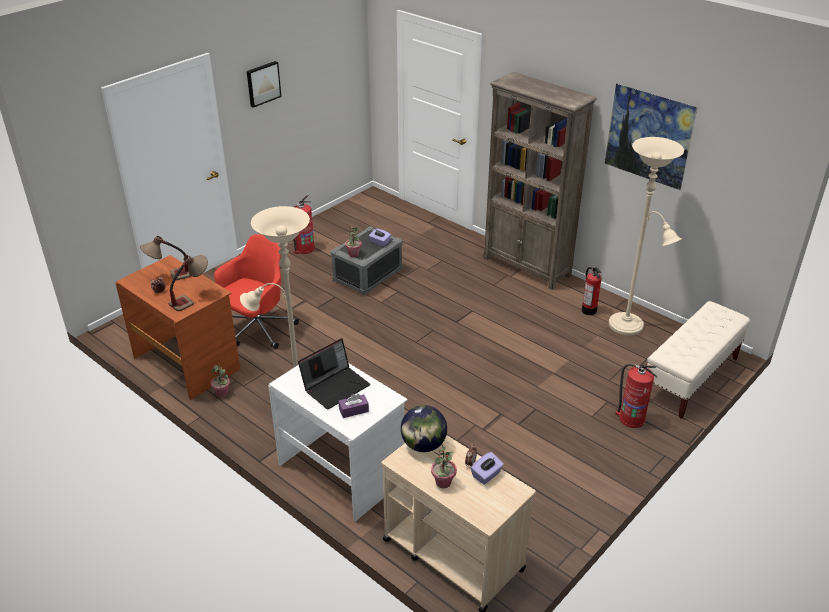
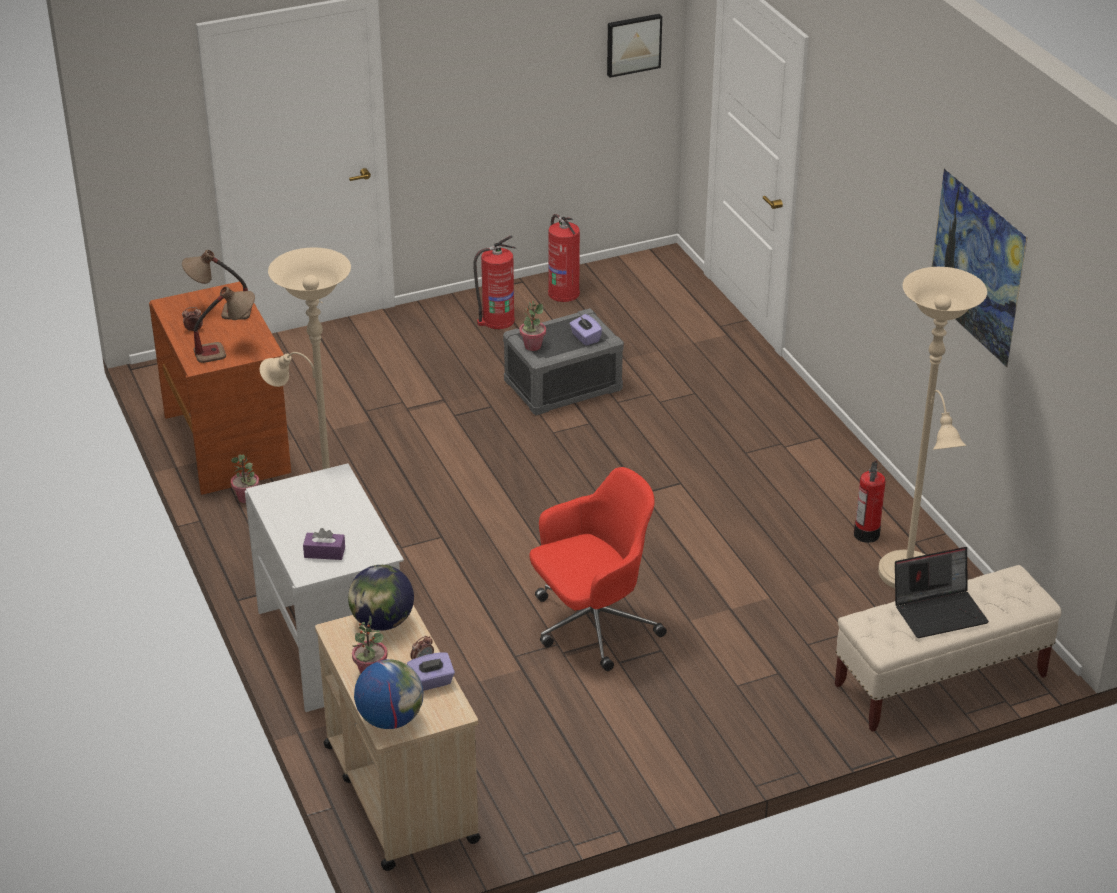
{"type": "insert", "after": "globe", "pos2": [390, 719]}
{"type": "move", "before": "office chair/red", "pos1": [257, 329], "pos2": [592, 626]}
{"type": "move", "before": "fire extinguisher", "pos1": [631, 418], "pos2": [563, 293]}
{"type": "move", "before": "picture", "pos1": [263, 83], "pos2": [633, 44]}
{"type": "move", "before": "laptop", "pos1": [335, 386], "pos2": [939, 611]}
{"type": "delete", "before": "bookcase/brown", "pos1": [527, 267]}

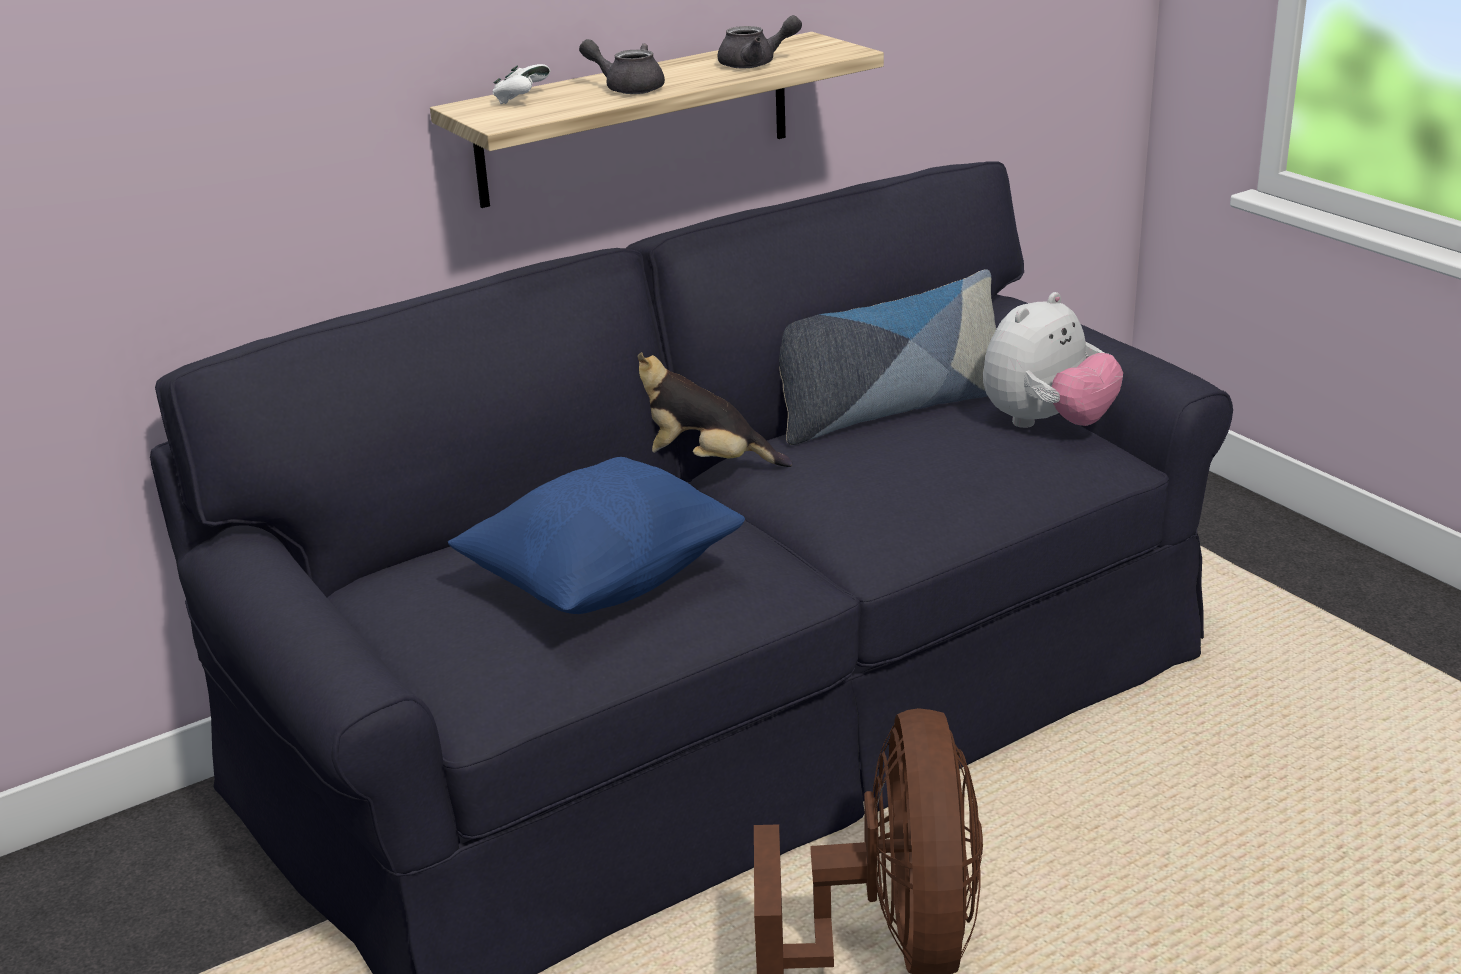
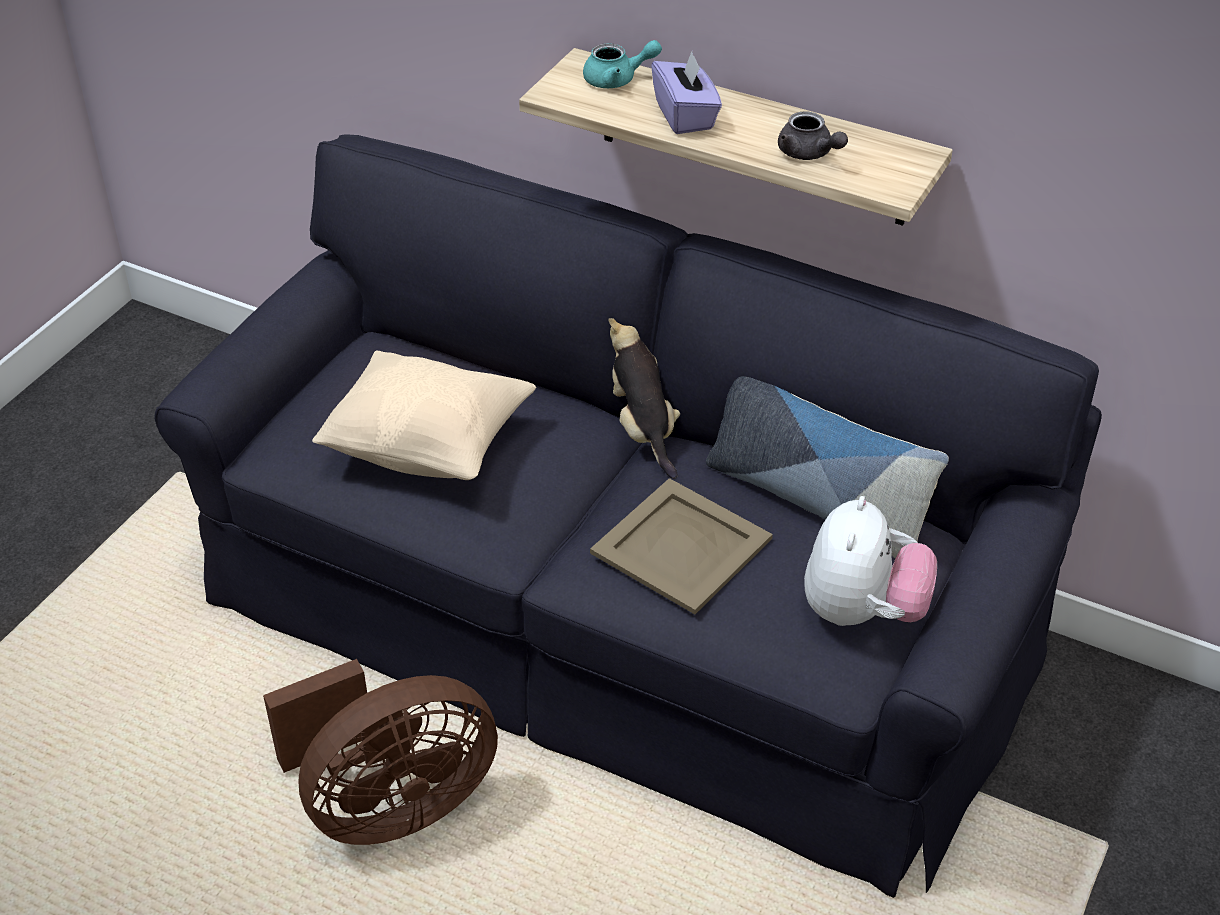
{"type": "recolor", "before": "pillow/blue", "after": "pillow/beige", "pos1": [604, 582], "pos2": [428, 447]}
{"type": "replace", "before": "game controller/white", "after": "teapot/turquoise", "pos1": [521, 99], "pos2": [617, 80]}
{"type": "insert", "after": "tray/beige", "pos2": [681, 544]}
{"type": "replace", "before": "teapot/grey", "after": "tissue box/purple", "pos1": [627, 88], "pos2": [685, 116]}
{"type": "rotate", "before": "plush toy", "pos1": [1047, 424], "pos2": [862, 611], "turn": -90}

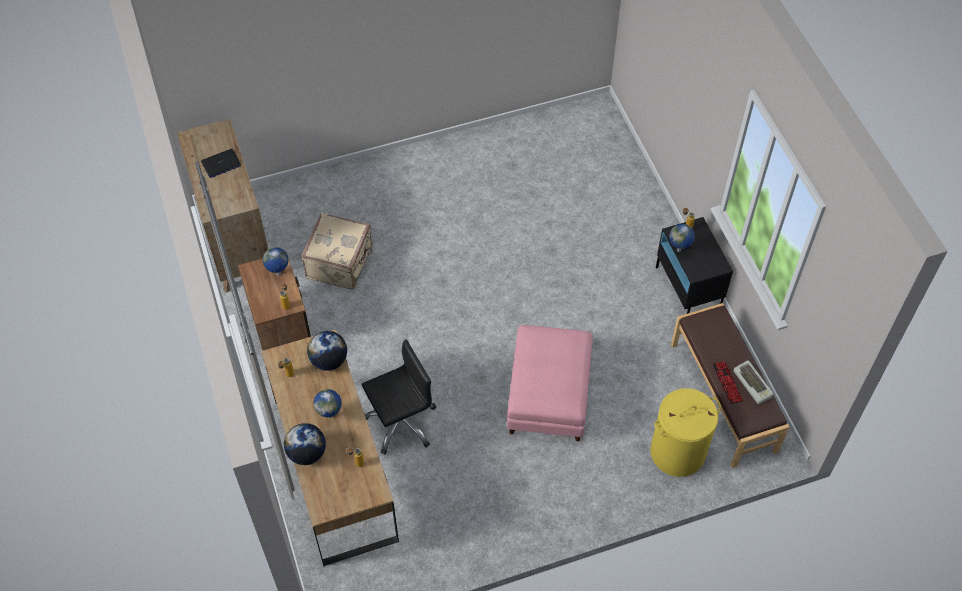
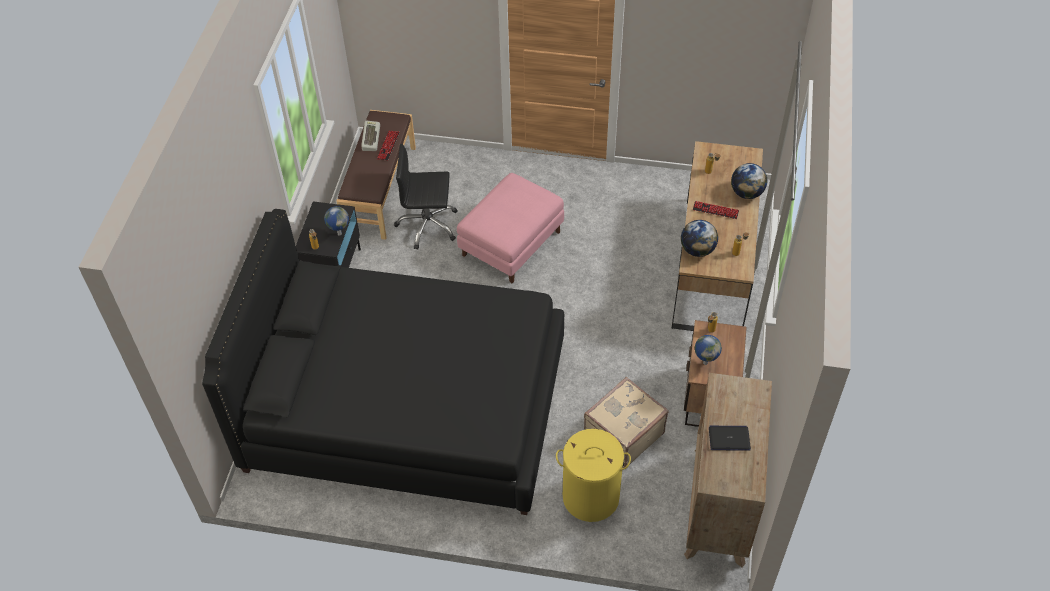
{"type": "insert", "after": "bed/black", "pos2": [407, 406]}
{"type": "move", "before": "office chair/black", "pos1": [401, 422], "pos2": [428, 225]}
{"type": "move", "before": "laundry basket/yellow", "pos1": [677, 452], "pos2": [590, 497]}
{"type": "replace", "before": "globe", "after": "keyboard", "pos1": [330, 415], "pos2": [715, 210]}

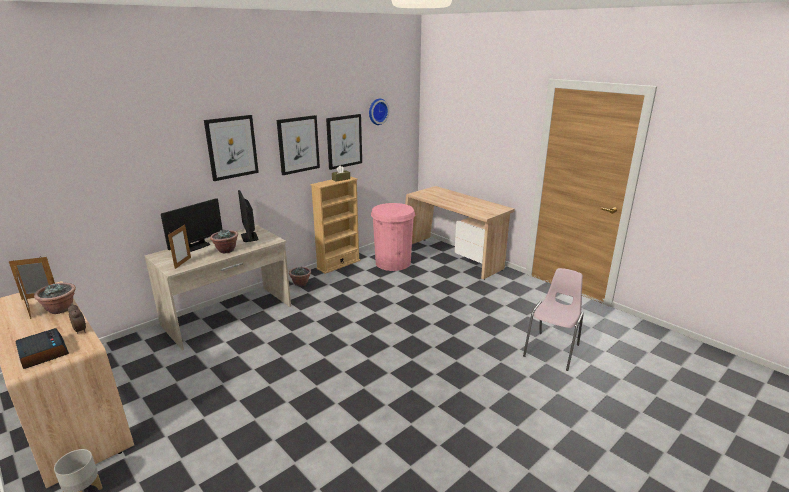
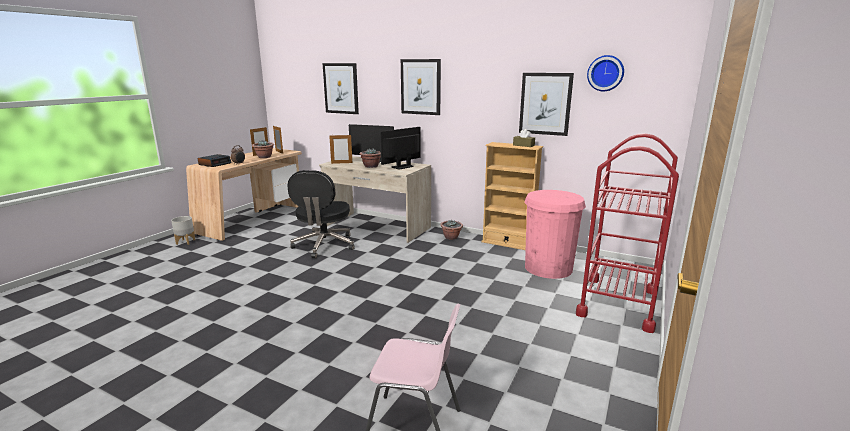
{"type": "insert", "after": "office chair/black", "pos2": [324, 245]}
{"type": "move", "before": "picture", "pos1": [298, 144], "pos2": [341, 88]}
{"type": "replace", "before": "desk/beige", "after": "cart/red", "pos1": [452, 258], "pos2": [618, 303]}

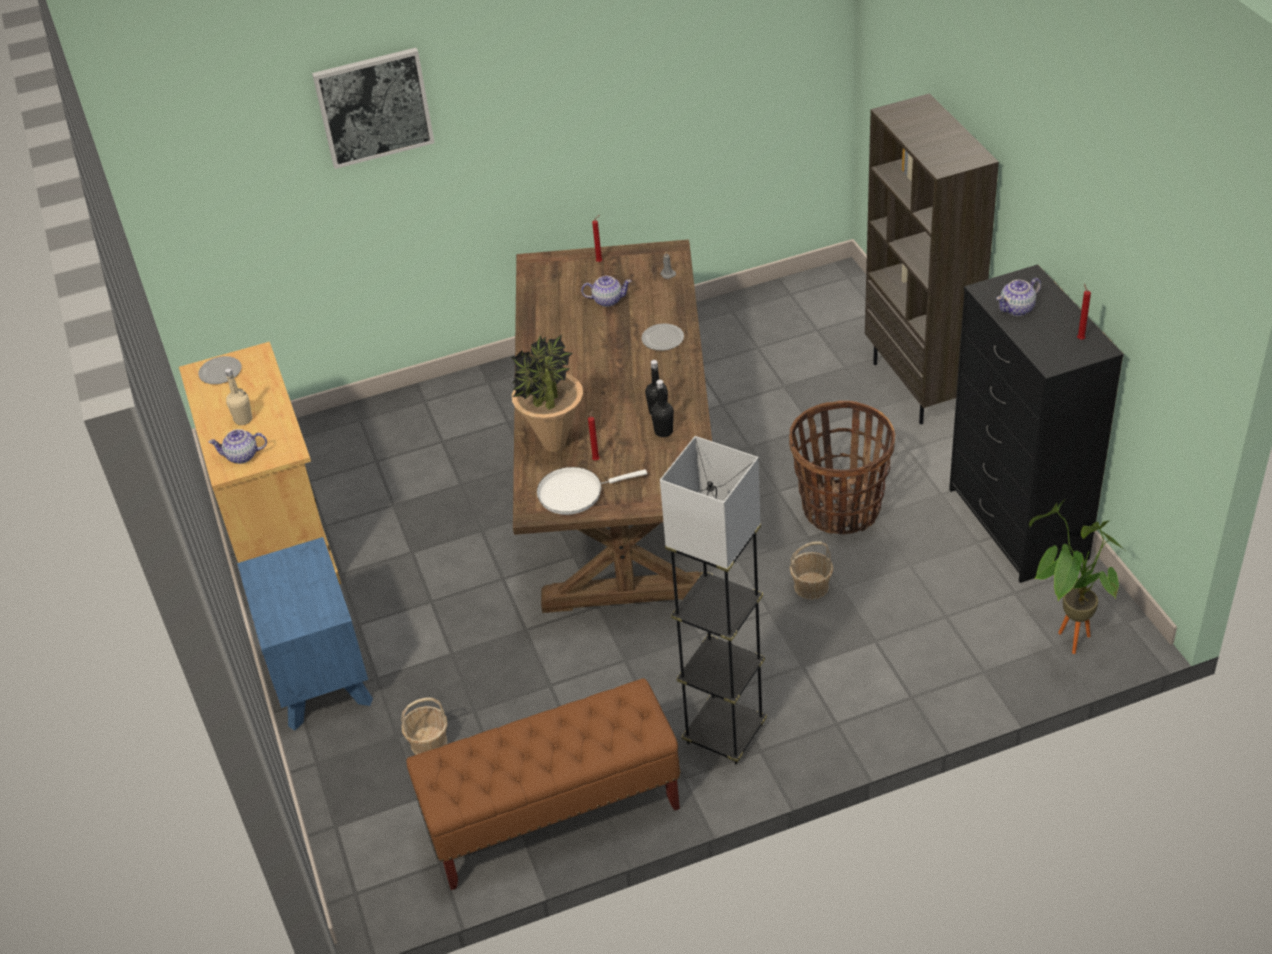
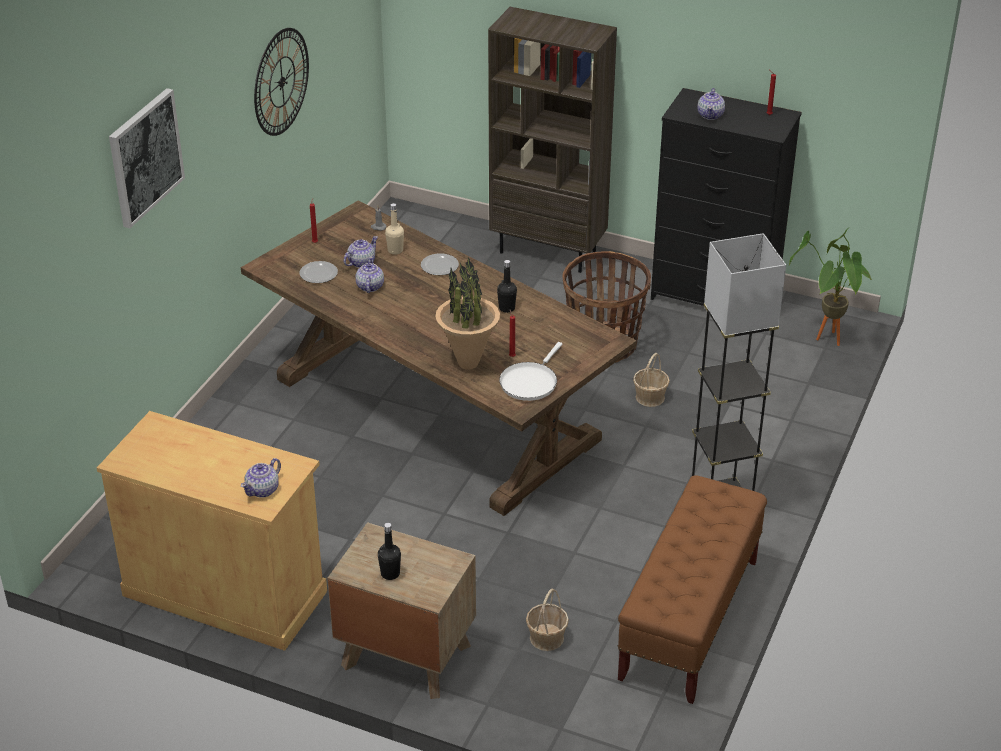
{"type": "insert", "after": "wall clock", "pos2": [281, 82]}
{"type": "move", "before": "plate", "pos1": [220, 371], "pos2": [318, 273]}
{"type": "recolor", "before": "nightstand/blue", "after": "nightstand/brown", "pos1": [319, 677], "pos2": [405, 655]}
{"type": "insert", "after": "teapot", "pos2": [369, 287]}
{"type": "move", "before": "bottle/black", "pos1": [663, 431], "pos2": [390, 573]}
{"type": "move", "before": "bottle/beige", "pos1": [243, 419], "pos2": [395, 250]}

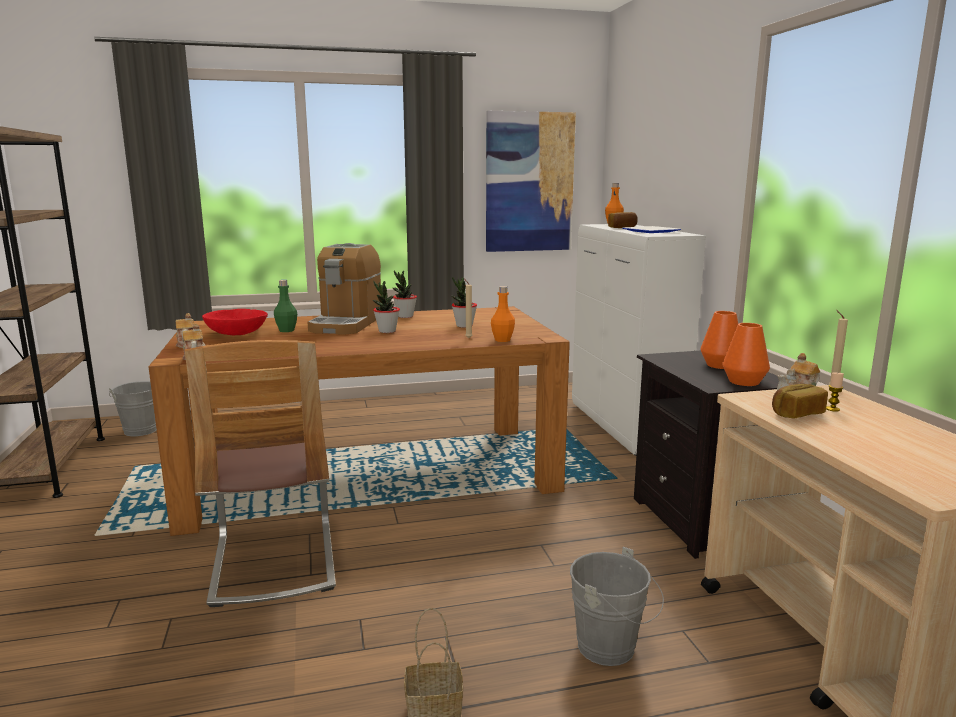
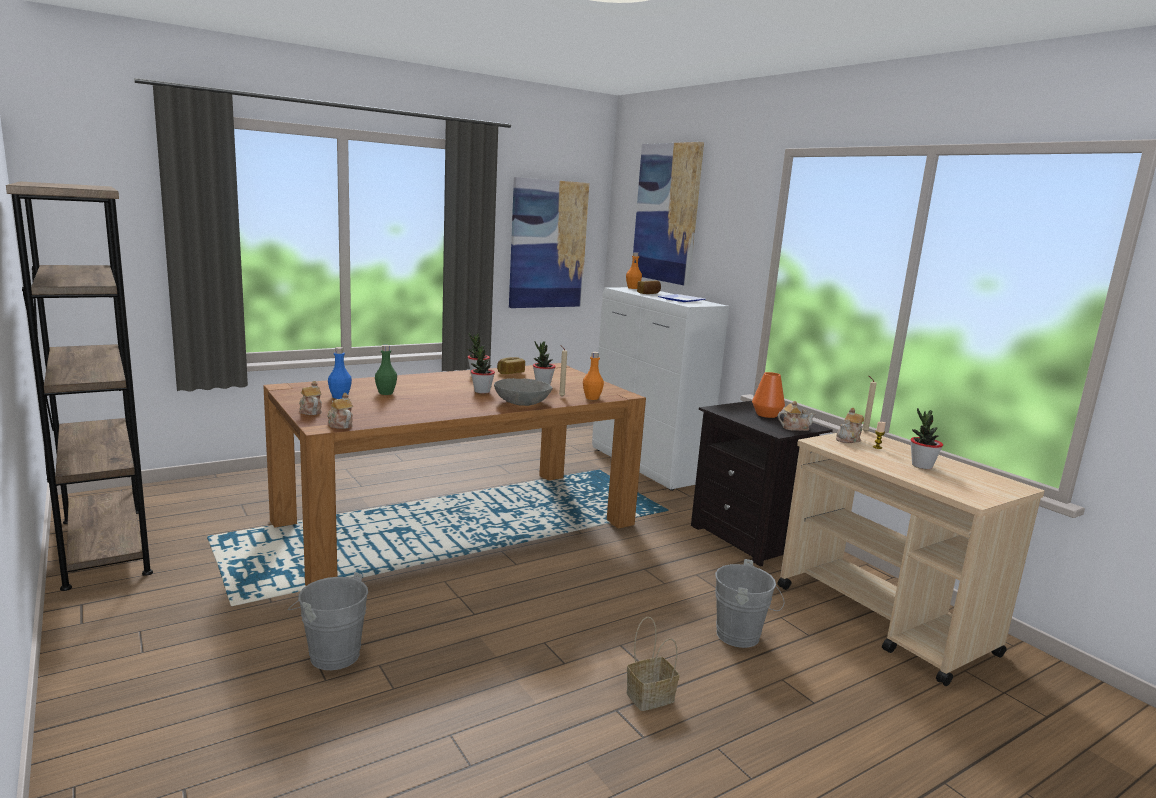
{"type": "move", "before": "bucket/grey", "pos1": [139, 429], "pos2": [330, 654]}
{"type": "replace", "before": "bowl/red", "after": "bottle/blue", "pos1": [236, 333], "pos2": [340, 397]}
{"type": "insert", "after": "bowl/grey", "pos2": [522, 402]}
{"type": "move", "before": "bread", "pos1": [796, 413], "pos2": [510, 373]}
{"type": "insert", "after": "picture", "pos2": [667, 213]}
{"type": "replace", "before": "vase/orange", "after": "teapot", "pos1": [743, 382], "pos2": [794, 428]}
{"type": "insert", "after": "potted plant", "pos2": [921, 466]}
{"type": "delete", "before": "chair", "pos1": [274, 561]}
{"type": "delete", "before": "coffee machine", "pos1": [346, 324]}

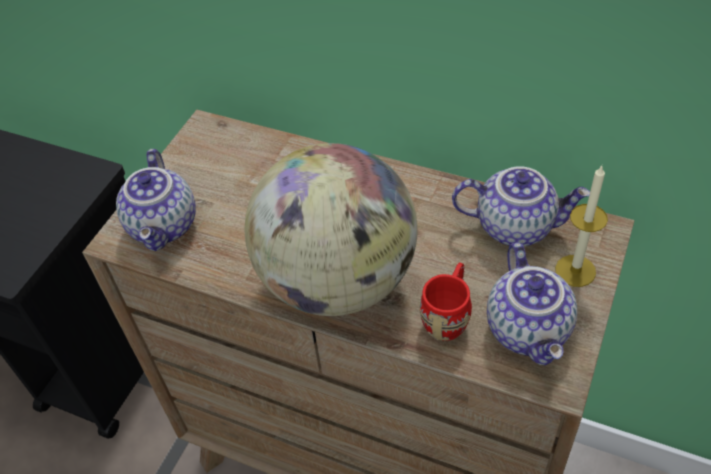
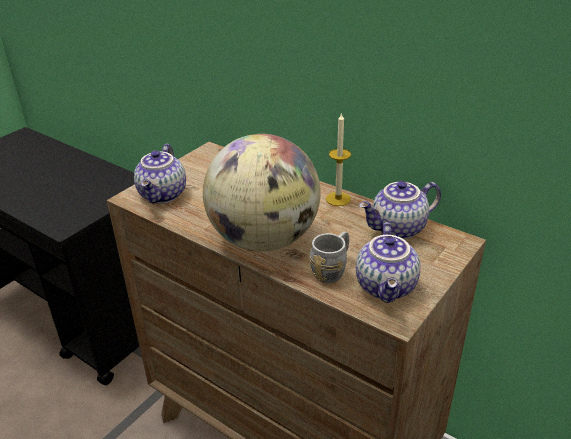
{"type": "recolor", "before": "mug/red", "after": "mug/grey", "pos1": [448, 315], "pos2": [332, 270]}
{"type": "move", "before": "candle", "pos1": [575, 270], "pos2": [338, 199]}
{"type": "rotate", "before": "teapot", "pos1": [515, 225], "pos2": [398, 229], "turn": 135}

